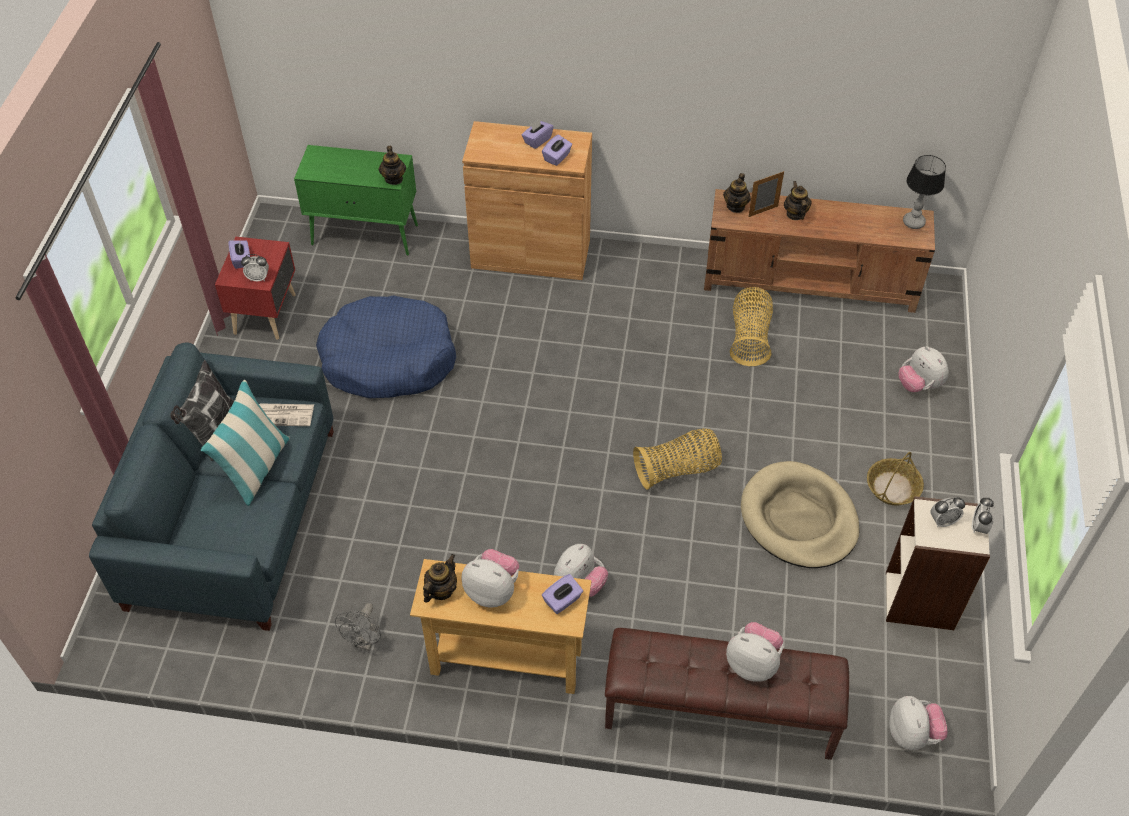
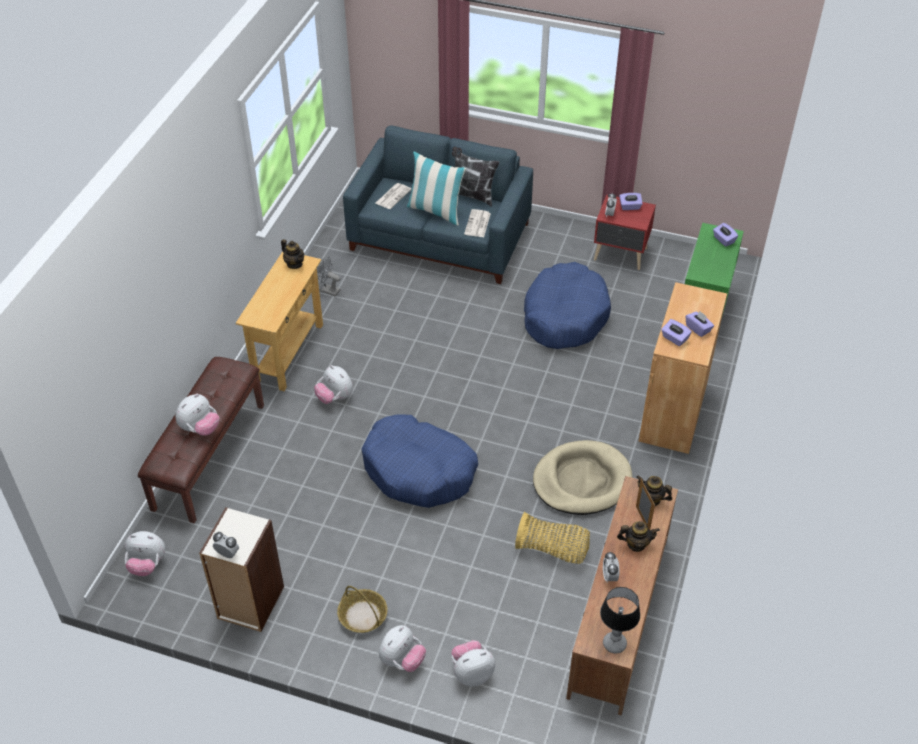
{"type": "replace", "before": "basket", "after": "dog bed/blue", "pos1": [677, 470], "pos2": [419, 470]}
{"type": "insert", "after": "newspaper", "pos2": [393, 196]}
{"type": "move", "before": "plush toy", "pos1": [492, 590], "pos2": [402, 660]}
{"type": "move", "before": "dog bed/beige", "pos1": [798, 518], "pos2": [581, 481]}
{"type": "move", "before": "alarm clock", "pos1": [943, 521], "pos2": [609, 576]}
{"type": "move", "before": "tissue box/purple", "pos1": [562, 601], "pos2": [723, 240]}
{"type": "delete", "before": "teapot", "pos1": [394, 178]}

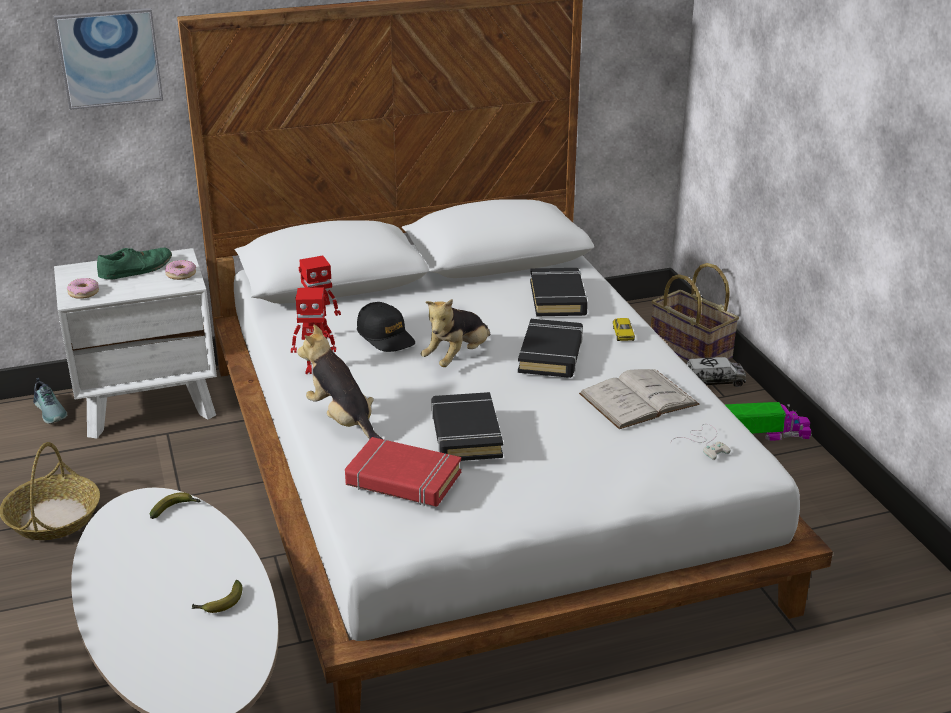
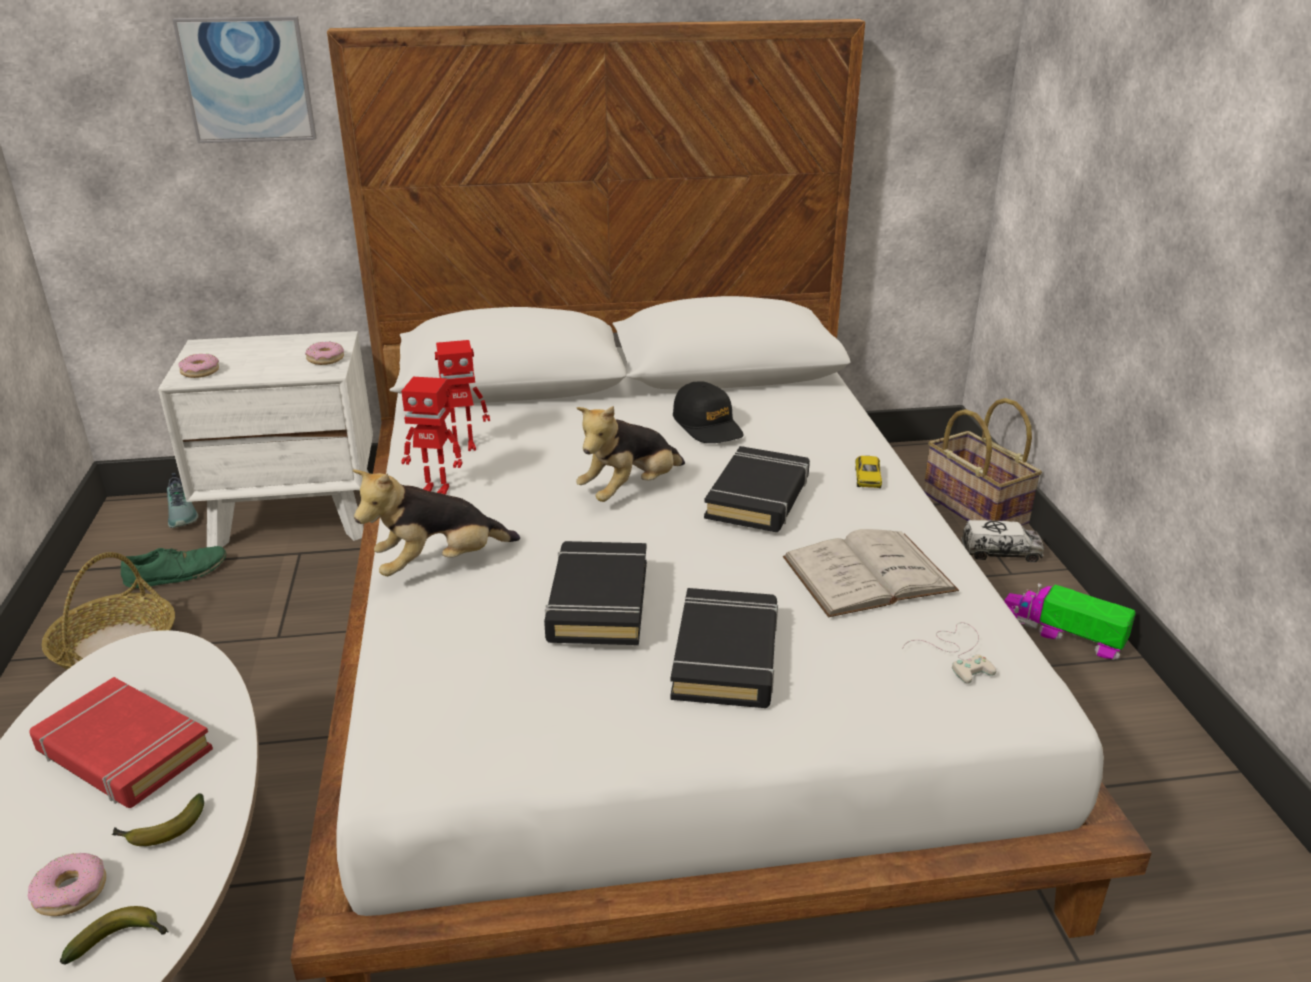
{"type": "insert", "after": "donut", "pos2": [71, 892]}
{"type": "move", "before": "book/red", "pos1": [403, 479], "pos2": [123, 751]}
{"type": "move", "before": "banana", "pos1": [175, 509], "pos2": [122, 941]}
{"type": "move", "before": "shoe/green", "pos1": [136, 269], "pos2": [177, 574]}
{"type": "rotate", "before": "plush toy", "pos1": [343, 421], "pos2": [439, 564], "turn": -90}
{"type": "move", "before": "book/black", "pos1": [558, 298], "pos2": [726, 656]}
{"type": "move", "before": "cap/black", "pos1": [386, 336], "pos2": [708, 425]}
{"type": "rotate", "before": "toy truck", "pos1": [764, 435], "pos2": [1061, 633], "turn": -150}

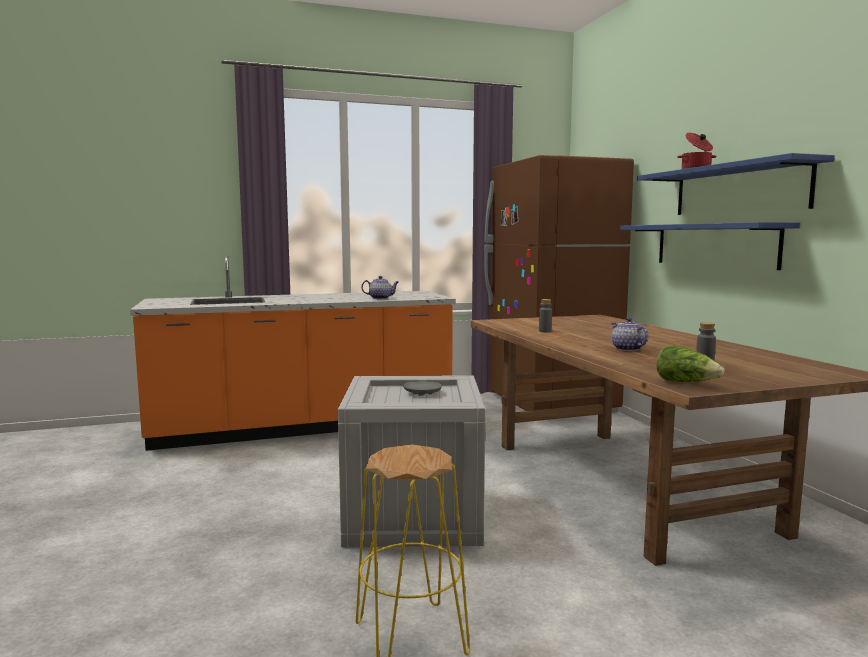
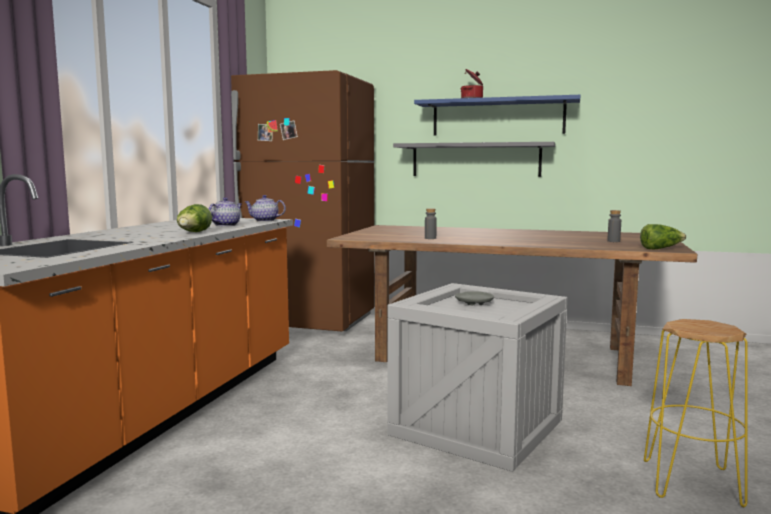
{"type": "insert", "after": "lettuce", "pos2": [194, 233]}
{"type": "move", "before": "teapot", "pos1": [626, 349], "pos2": [264, 221]}
{"type": "recolor", "before": "shelf/blue", "after": "shelf/grey", "pos1": [714, 245], "pos2": [475, 160]}

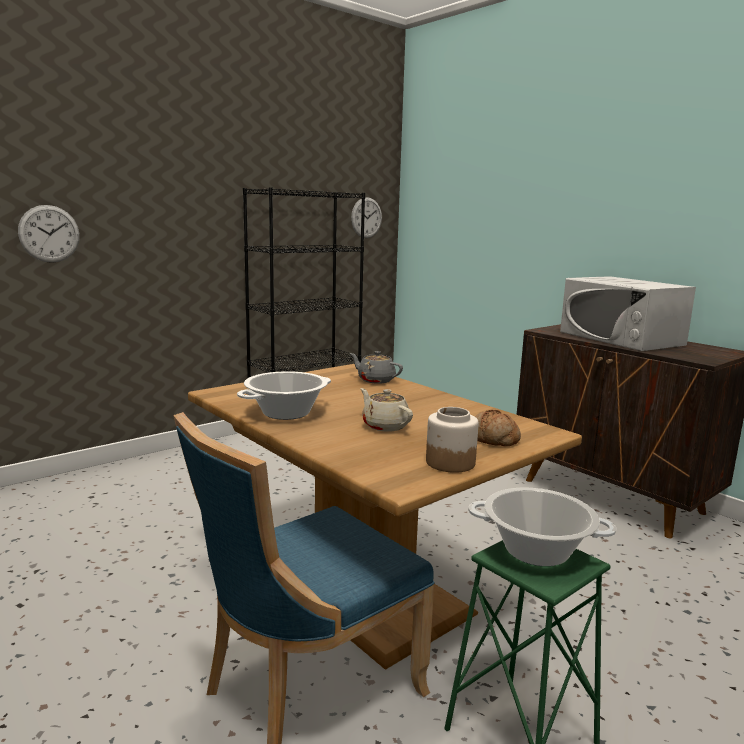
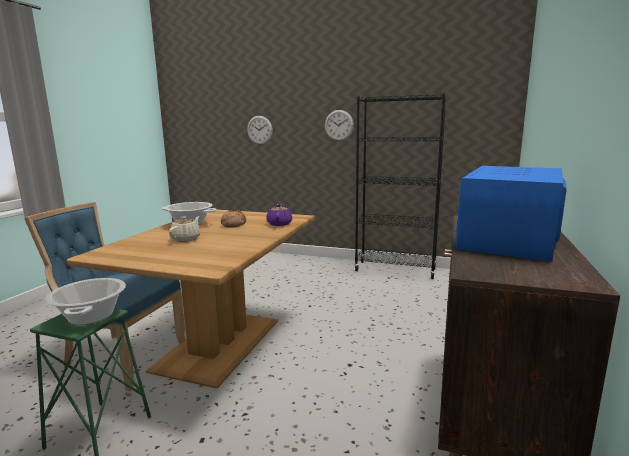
{"type": "move", "before": "bread", "pos1": [492, 439], "pos2": [233, 224]}
{"type": "recolor", "before": "teapot/grey", "after": "teapot/purple", "pos1": [375, 380], "pos2": [279, 224]}
{"type": "move", "before": "wall clock", "pos1": [366, 218], "pos2": [339, 125]}
{"type": "recolor", "before": "microwave/white", "after": "microwave/blue", "pos1": [620, 338], "pos2": [508, 239]}
{"type": "delete", "before": "jar", "pos1": [450, 462]}

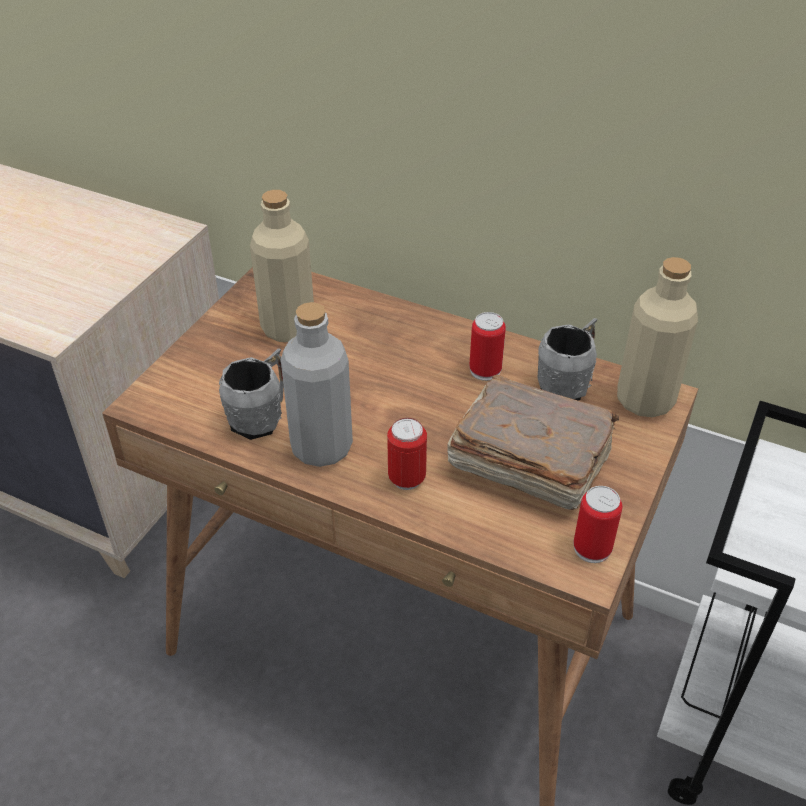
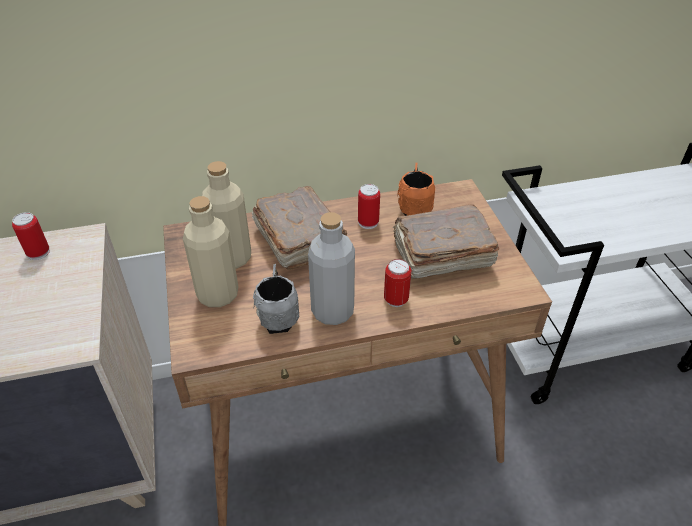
{"type": "move", "before": "can", "pos1": [592, 548], "pos2": [38, 252]}
{"type": "move", "before": "bottle/beige", "pos1": [645, 400], "pos2": [218, 294]}
{"type": "insert", "after": "book/brown", "pos2": [299, 239]}
{"type": "recolor", "before": "mug/grey", "after": "mug/orange", "pos1": [567, 384], "pos2": [414, 208]}

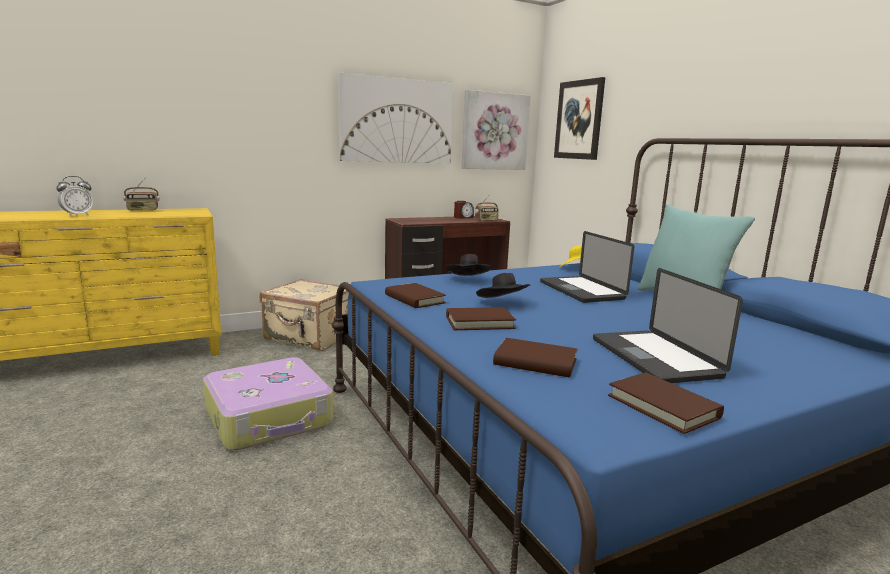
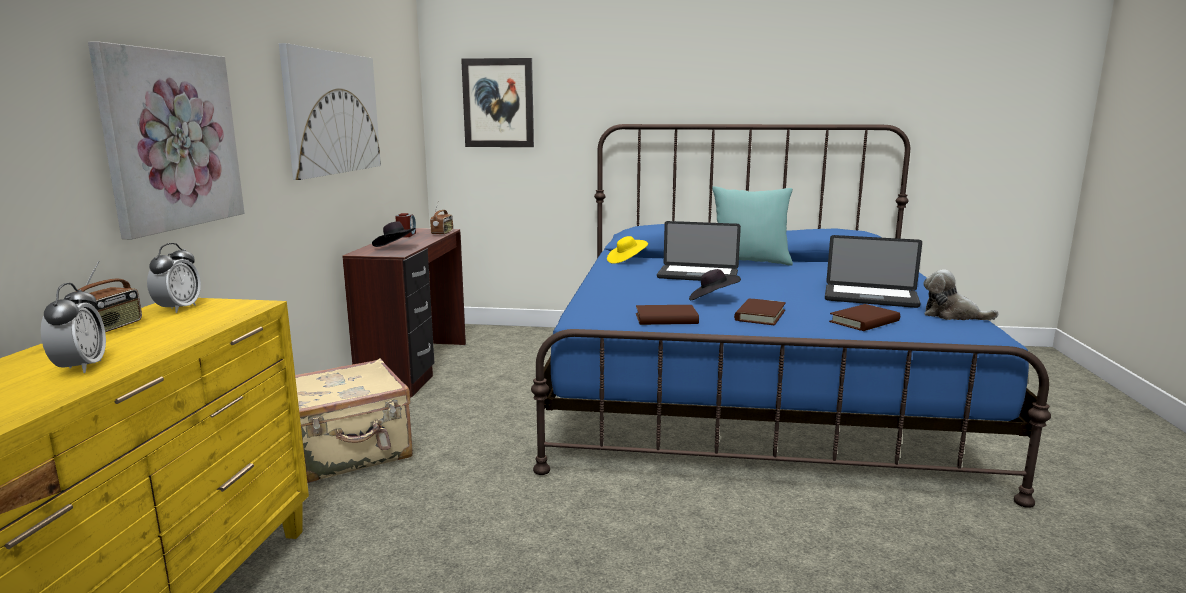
{"type": "move", "before": "picture", "pos1": [494, 131], "pos2": [171, 140]}
{"type": "insert", "after": "alarm clock", "pos2": [178, 309]}
{"type": "move", "before": "hat/black", "pos1": [468, 280], "pos2": [395, 248]}
{"type": "replace", "before": "book/brown", "after": "plush toy", "pos1": [663, 406], "pos2": [952, 315]}
{"type": "delete", "before": "suitcase", "pos1": [270, 417]}

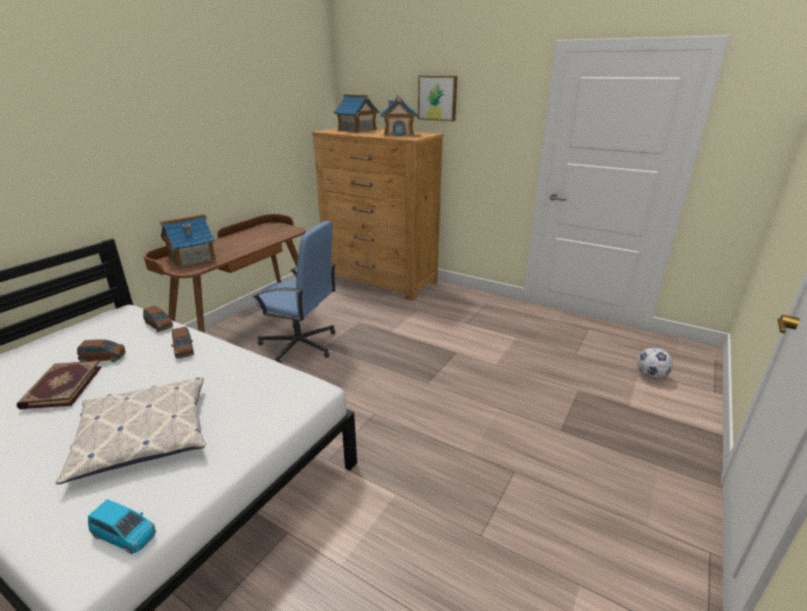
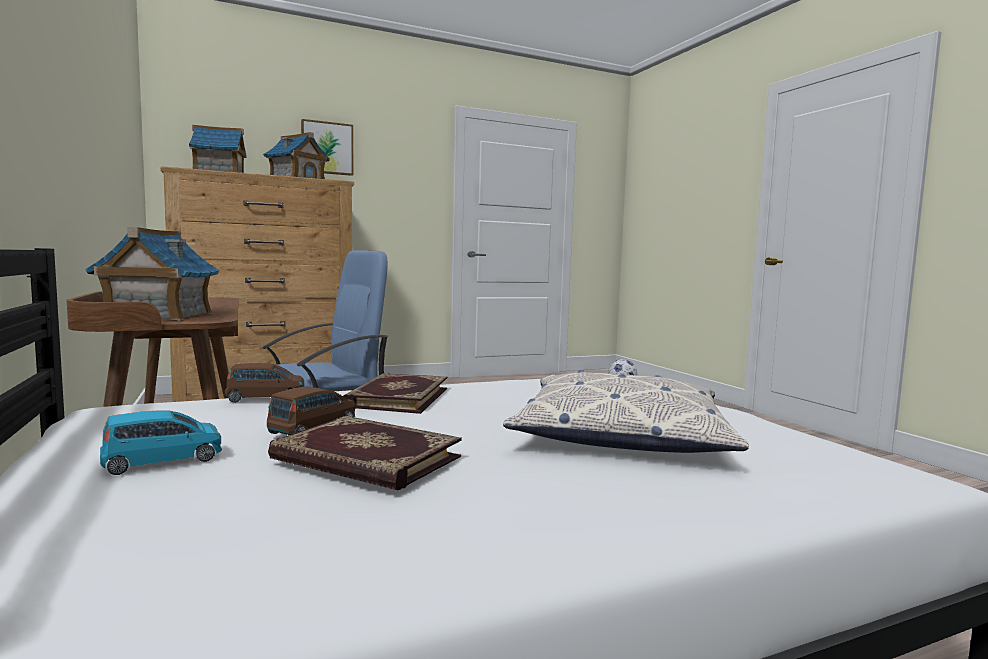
{"type": "move", "before": "toy car/blue", "pos1": [125, 535], "pos2": [163, 460]}
{"type": "replace", "before": "toy car/brown", "after": "book", "pos1": [184, 349], "pos2": [396, 397]}

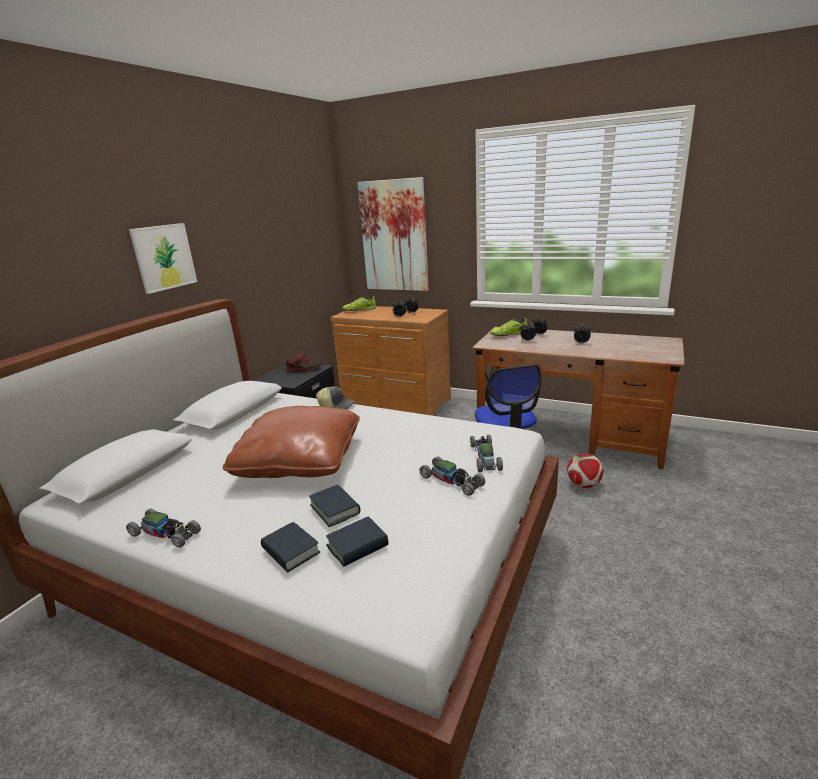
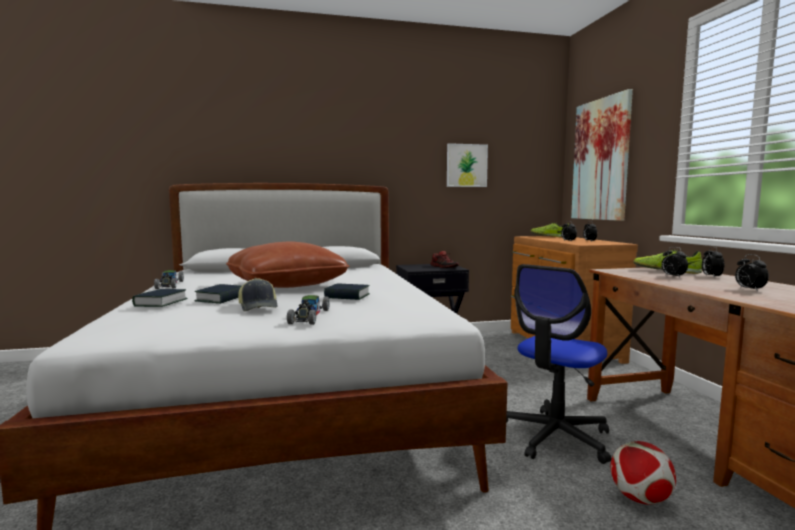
{"type": "move", "before": "cap", "pos1": [336, 405], "pos2": [259, 307]}
{"type": "move", "before": "book", "pos1": [357, 546], "pos2": [347, 296]}
{"type": "move", "before": "picture", "pos1": [164, 257], "pos2": [466, 165]}
{"type": "delete", "before": "toy car", "pos1": [485, 457]}

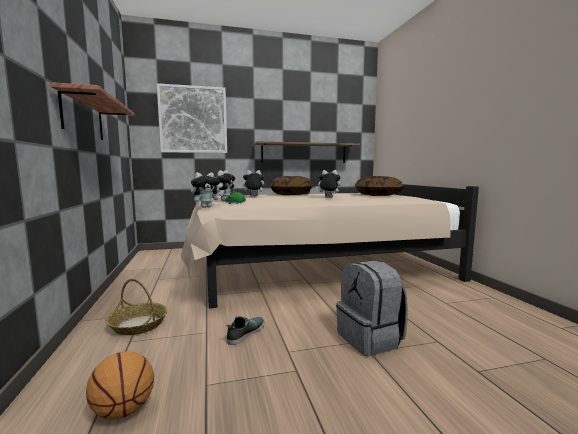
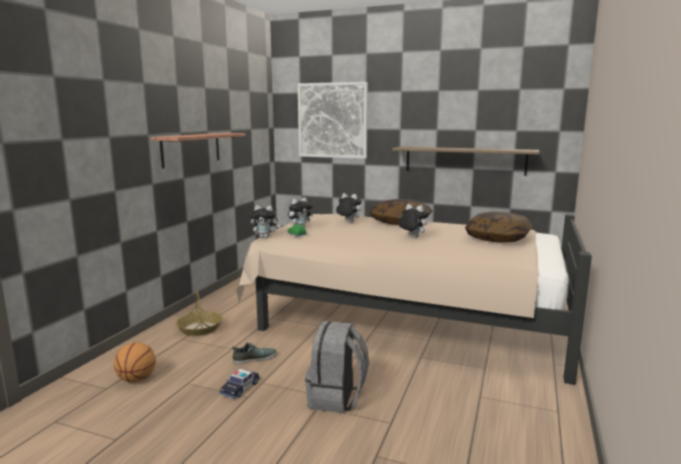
{"type": "insert", "after": "toy car", "pos2": [240, 388]}

